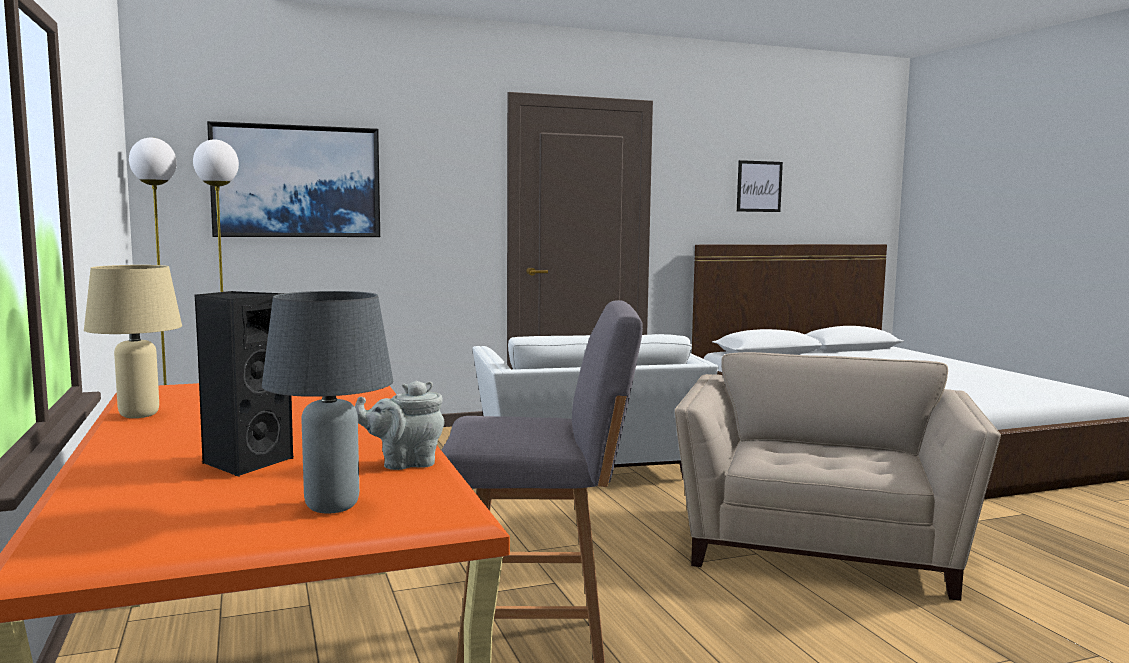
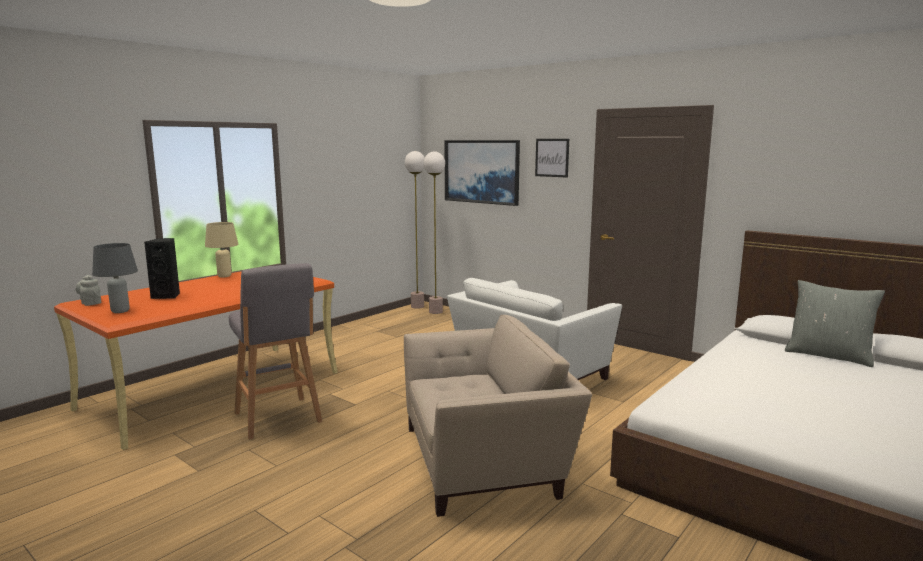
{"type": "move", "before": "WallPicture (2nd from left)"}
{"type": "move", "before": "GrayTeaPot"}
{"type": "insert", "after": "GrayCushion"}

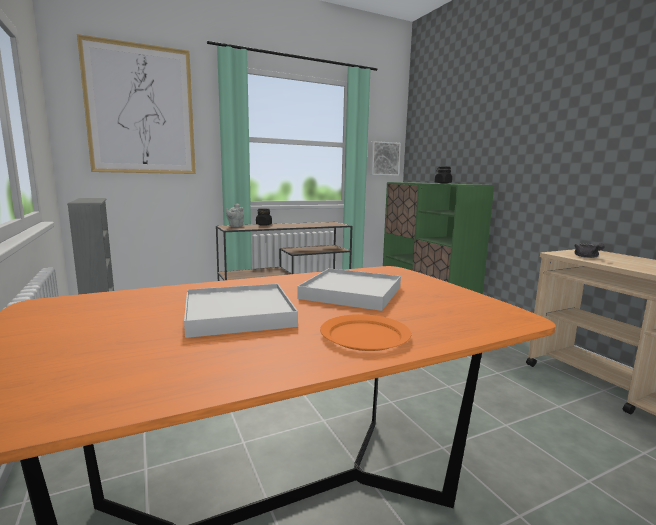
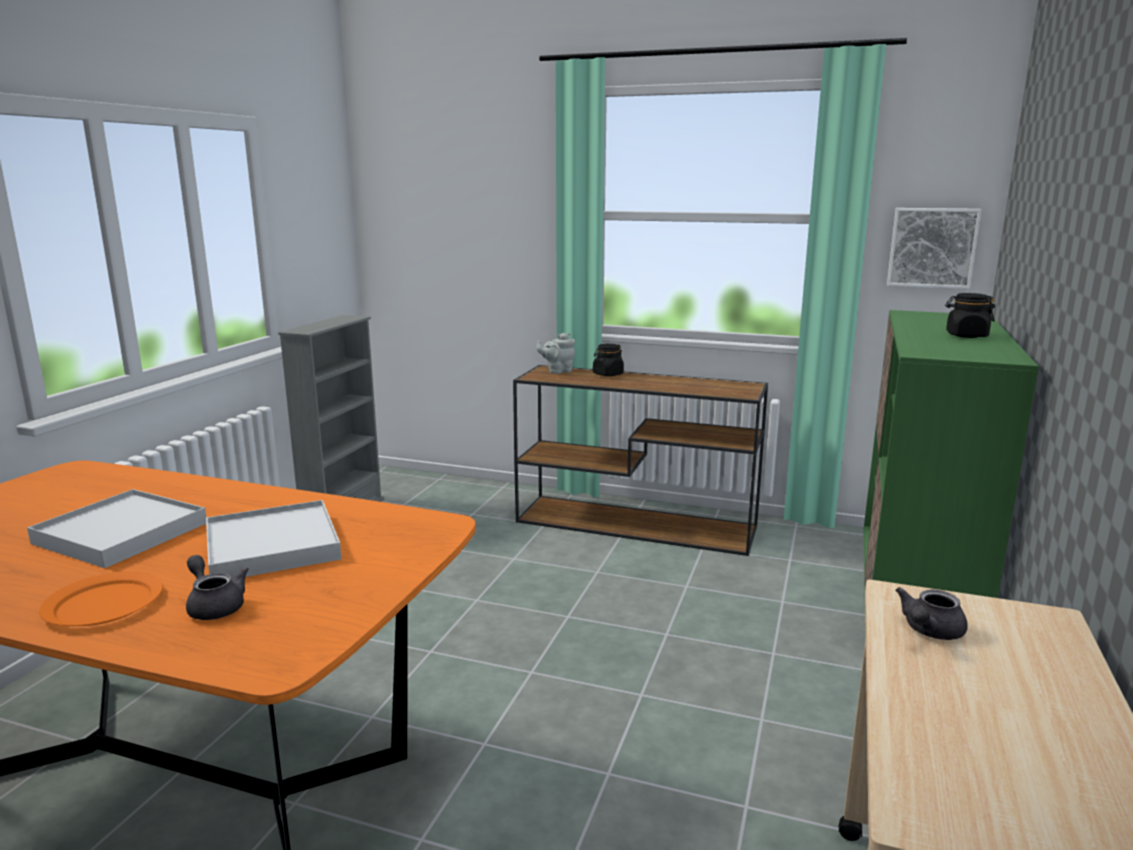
{"type": "delete", "before": "WallPicture (1st from left)"}
{"type": "insert", "after": "GrayTeaPot (1st from left)"}

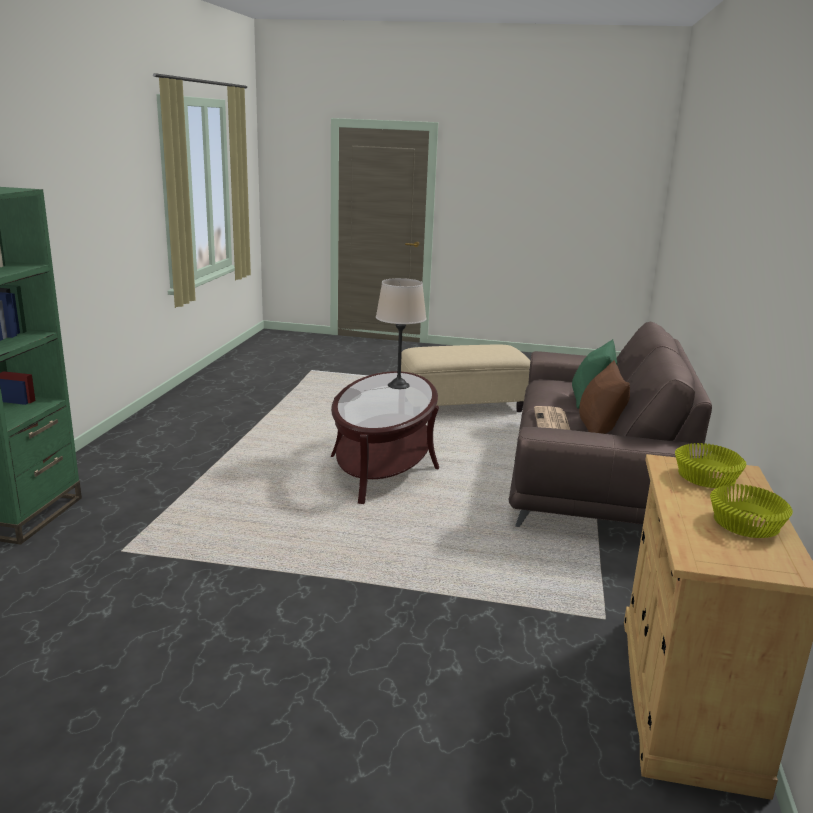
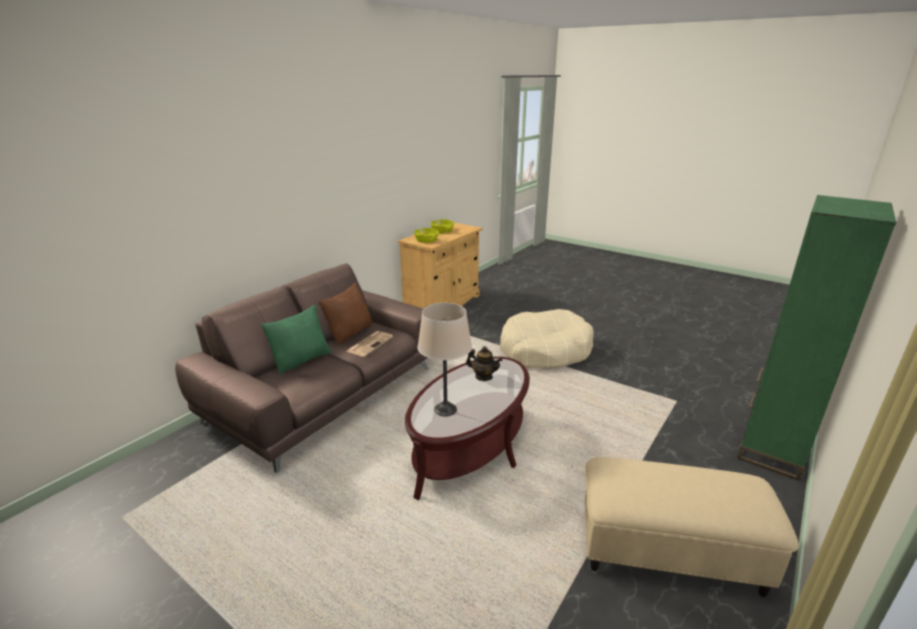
{"type": "move", "before": "BeigeColouredFootrest"}
{"type": "insert", "after": "BeigeColouredDogCushion"}
{"type": "insert", "after": "TeaPot"}

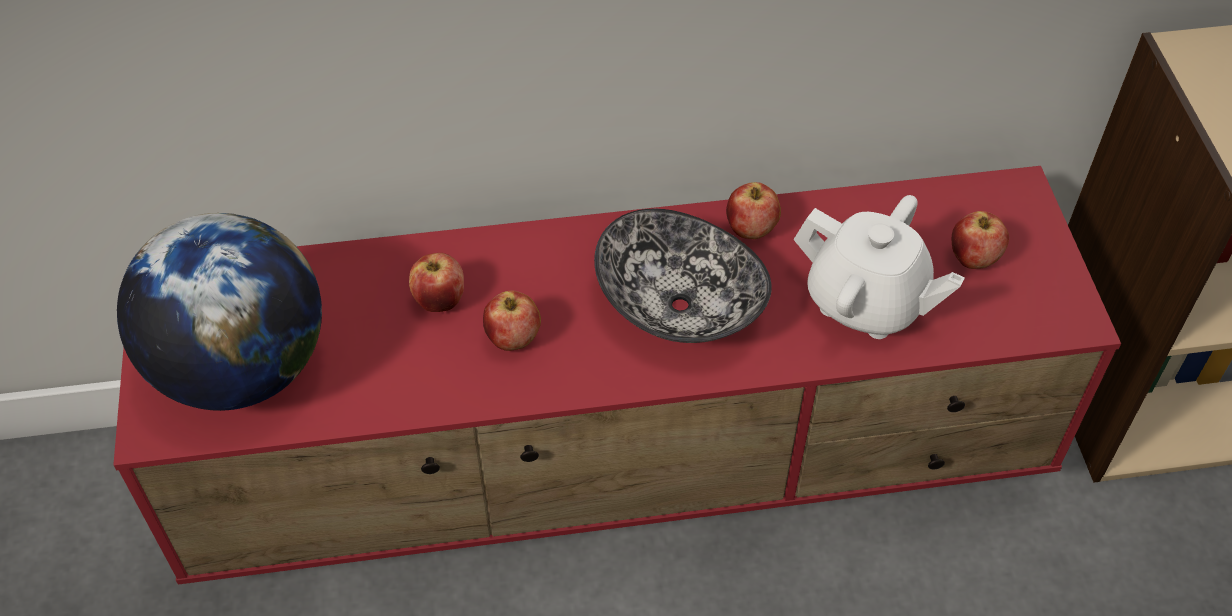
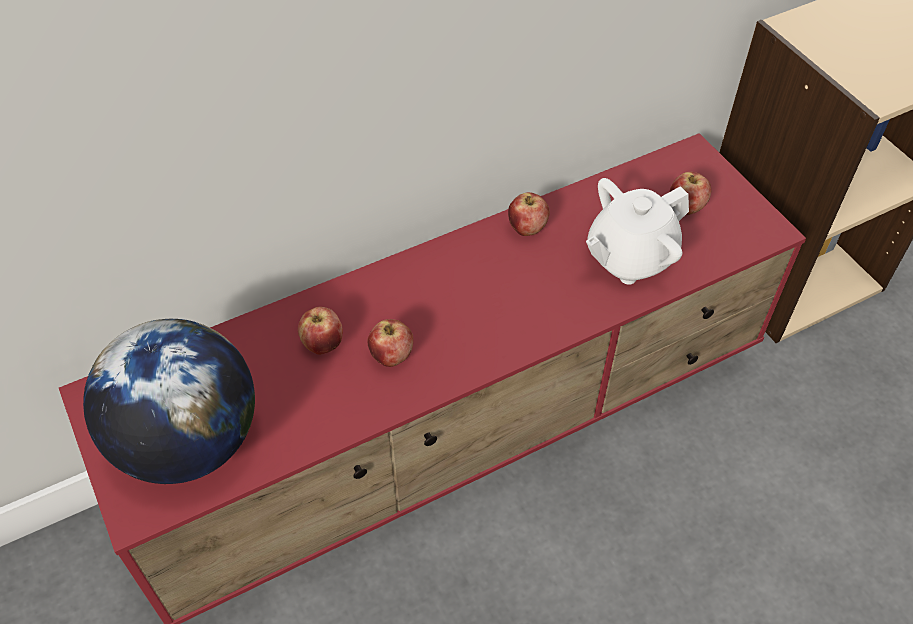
{"type": "rotate", "before": "WhiteTeaPot", "turn": 135}
{"type": "delete", "before": "DeepDish"}

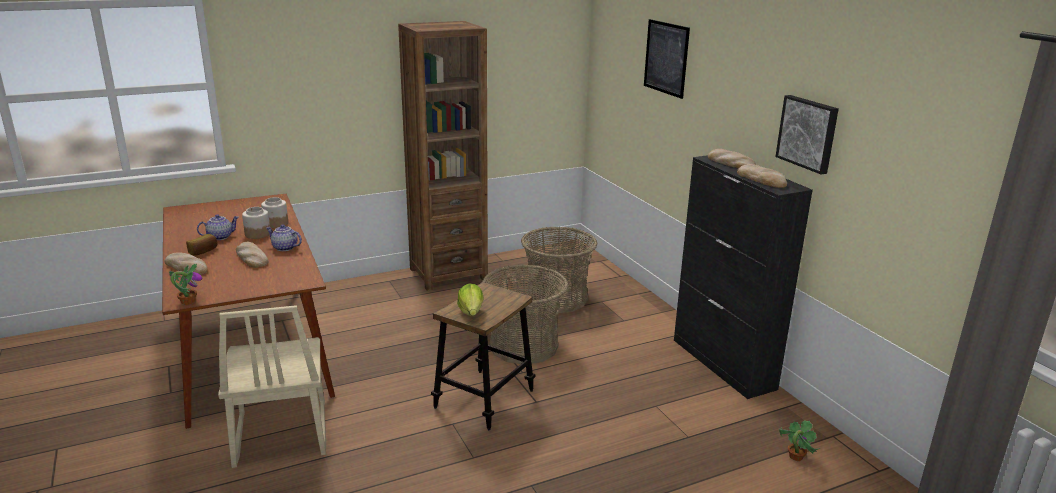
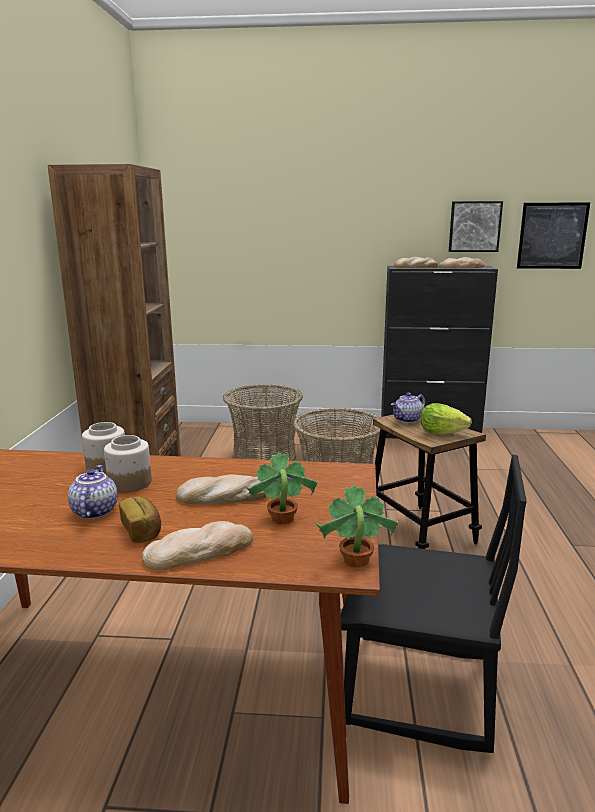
{"type": "move", "before": "WallPicture (1st from left in the first image)", "after": "WallPicture (2nd from left)"}
{"type": "move", "before": "TeaPot (2nd from left)"}
{"type": "recolor", "before": "BeigeColouredUprightChair", "after": "BlackUprightChair"}
{"type": "move", "before": "PlantInAPot (2nd from left in the first image)", "after": "PlantInAPot (1st from left)"}

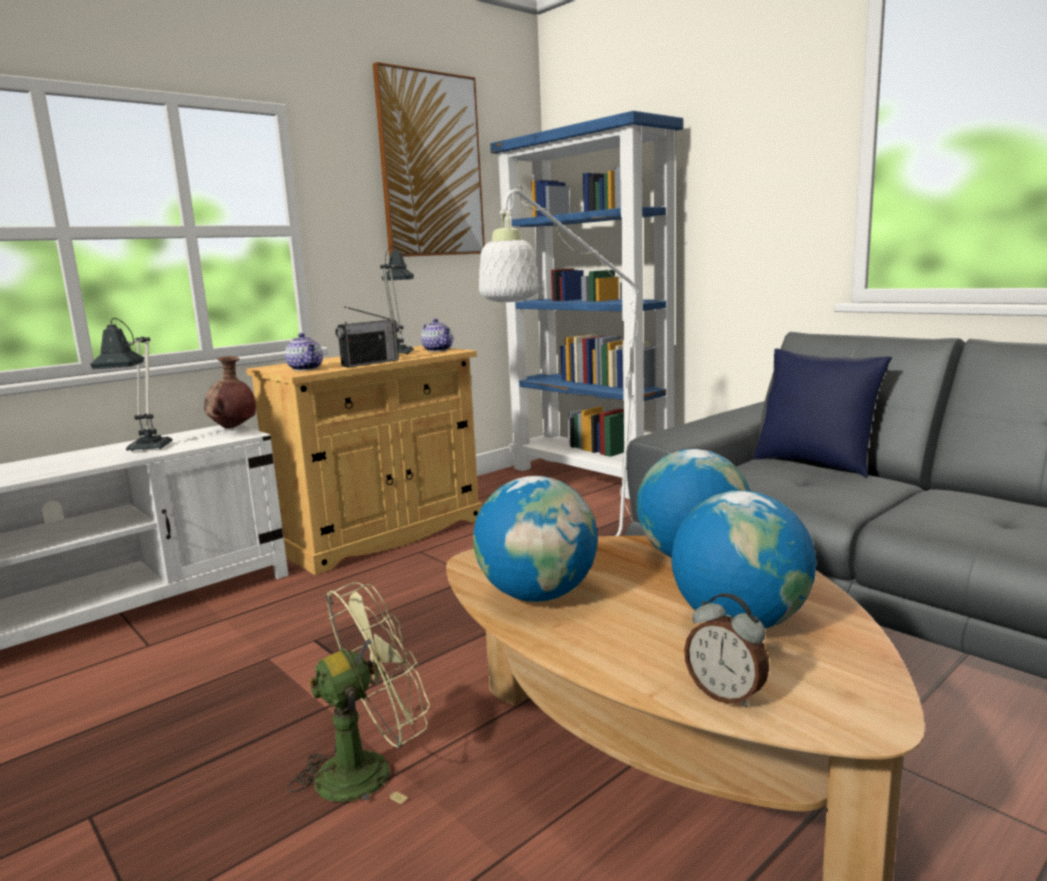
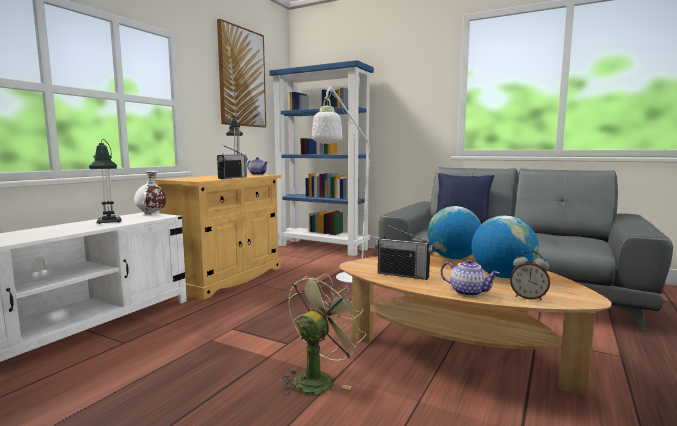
{"type": "move", "before": "TeaPot (1st from left in the first image)", "after": "TeaPot (2nd from left)"}
{"type": "recolor", "before": "BrownVase", "after": "WhiteVase"}
{"type": "replace", "before": "Globe (1st from left)", "after": "RadioReceiver (2nd from left)"}

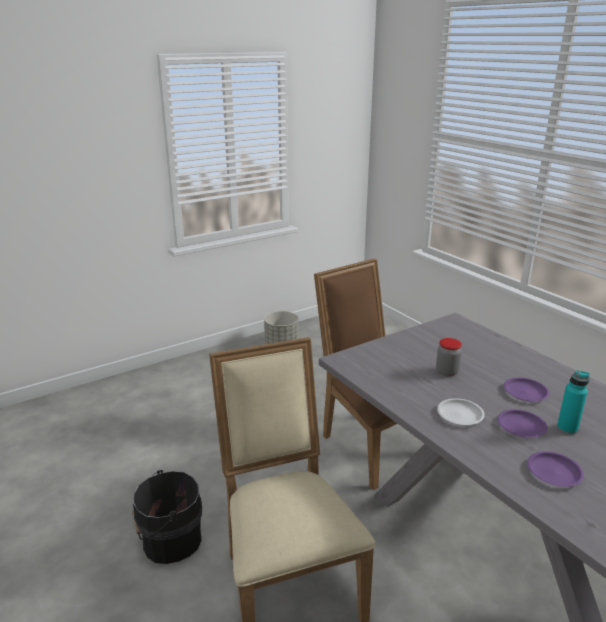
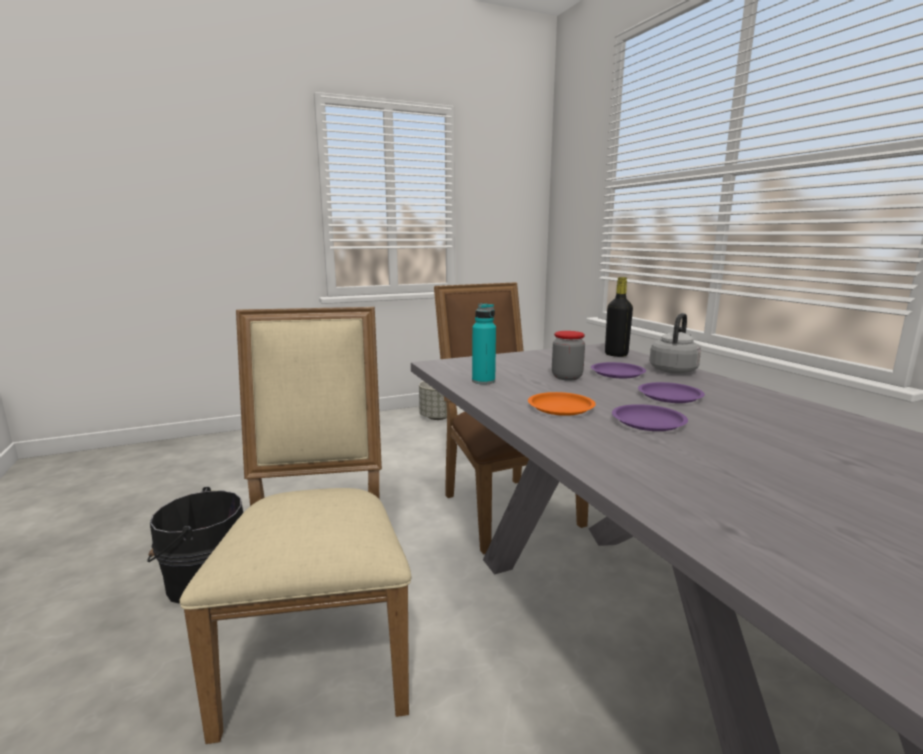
{"type": "move", "before": "TurquoiseColouredBottle"}
{"type": "recolor", "before": "WhitePlate", "after": "OrangePlate"}
{"type": "move", "before": "PurpleColouredPlate (3rd from left in the first image)", "after": "PurpleColouredPlate (1st from left)"}
{"type": "insert", "after": "BlackBottle"}
{"type": "insert", "after": "GrayWaterKettle"}

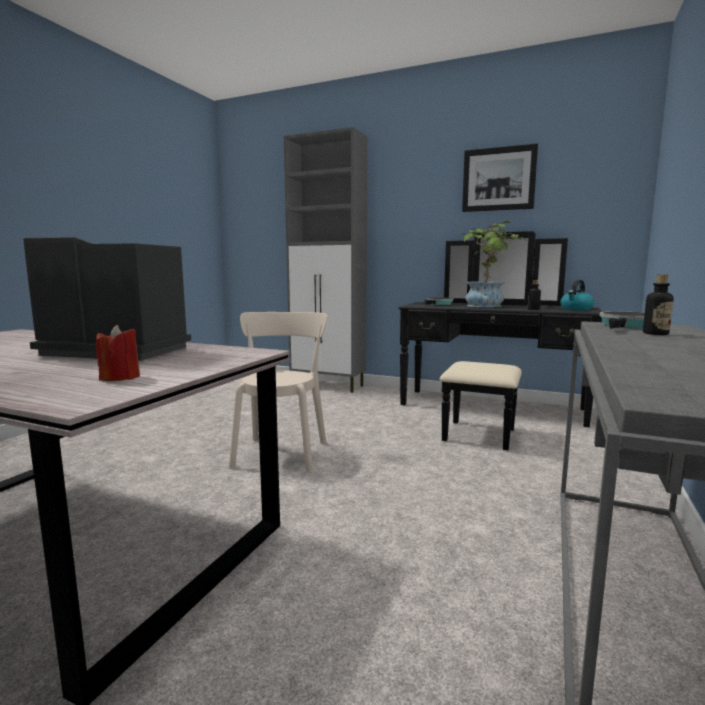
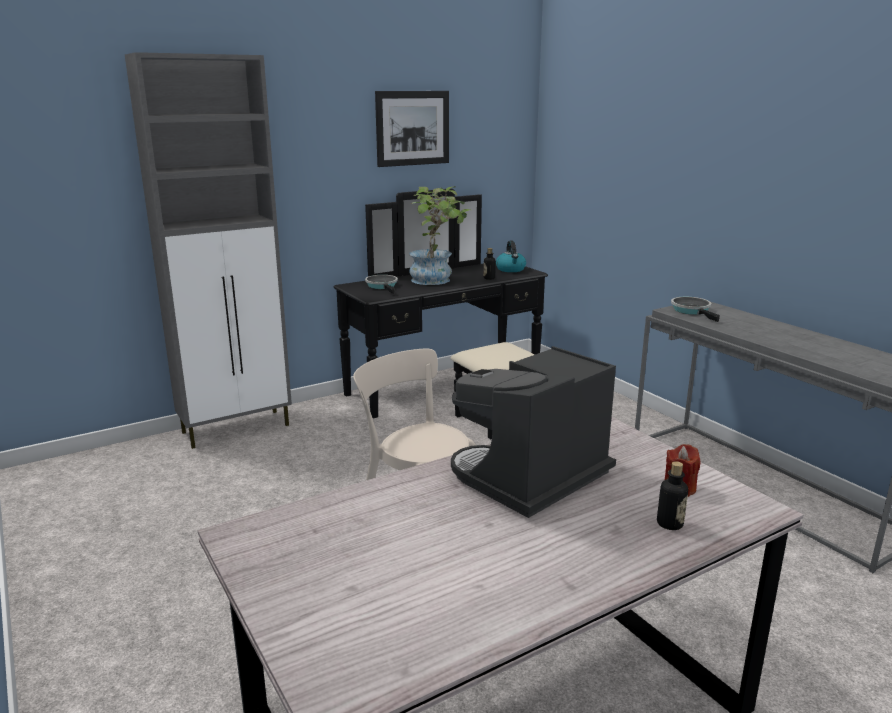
{"type": "move", "before": "Bottle (2nd from left)"}

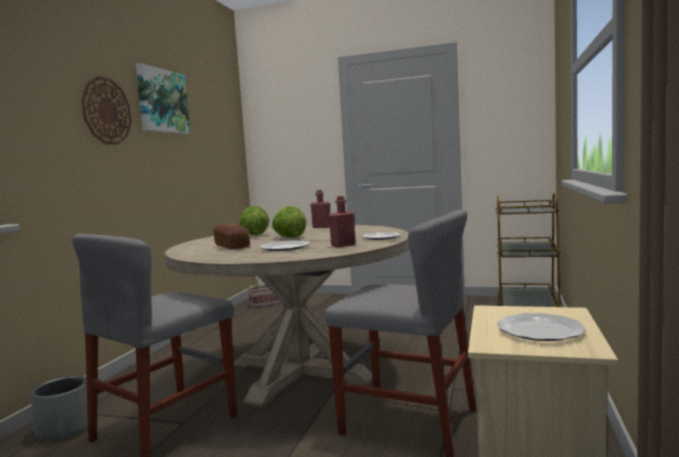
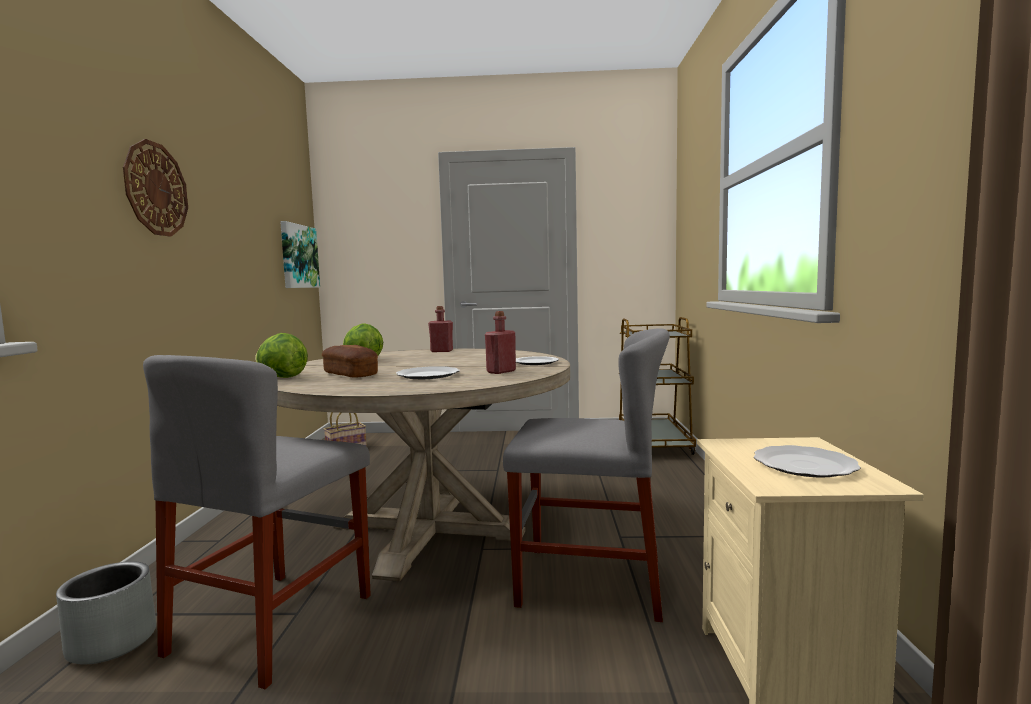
{"type": "move", "before": "WallPicture"}
{"type": "move", "before": "LettuceHead (2nd from left in the first image)", "after": "LettuceHead (1st from left)"}

